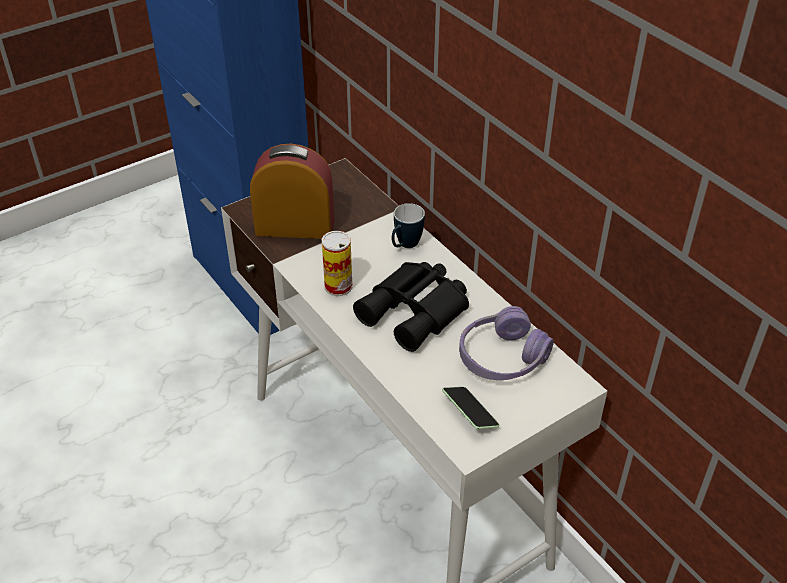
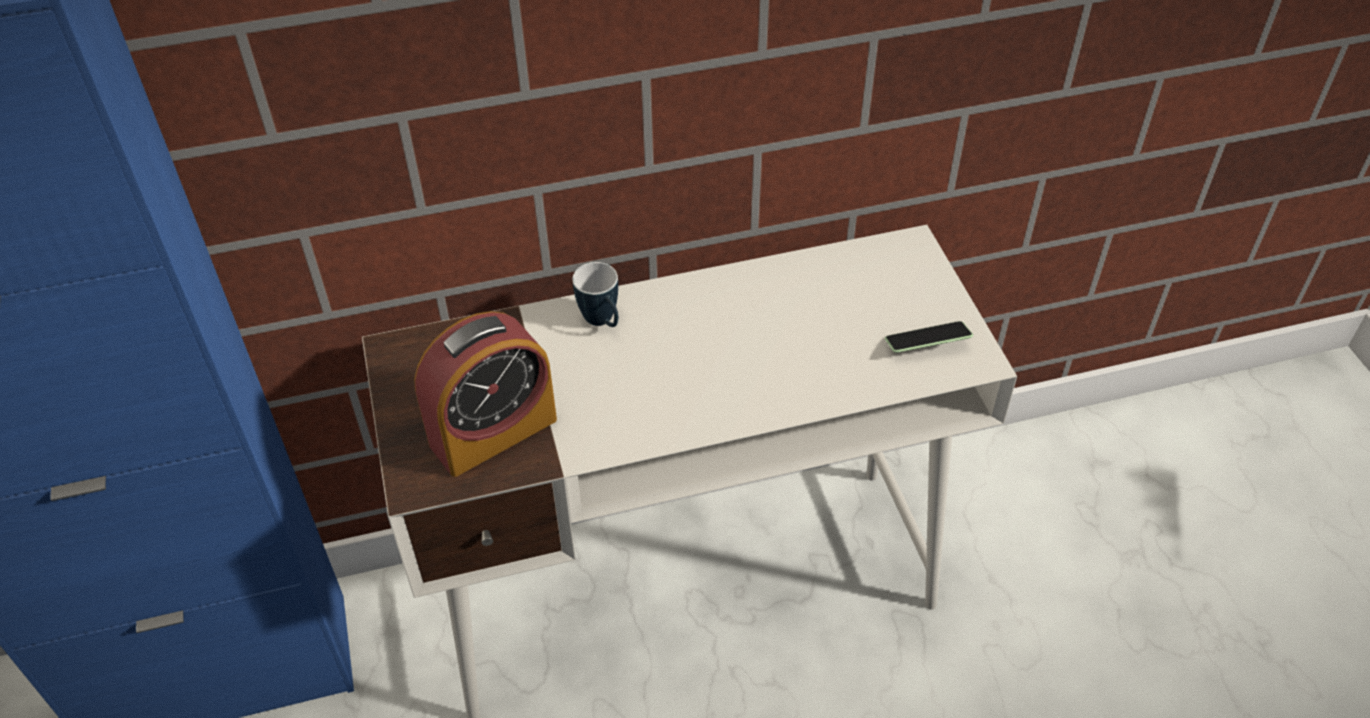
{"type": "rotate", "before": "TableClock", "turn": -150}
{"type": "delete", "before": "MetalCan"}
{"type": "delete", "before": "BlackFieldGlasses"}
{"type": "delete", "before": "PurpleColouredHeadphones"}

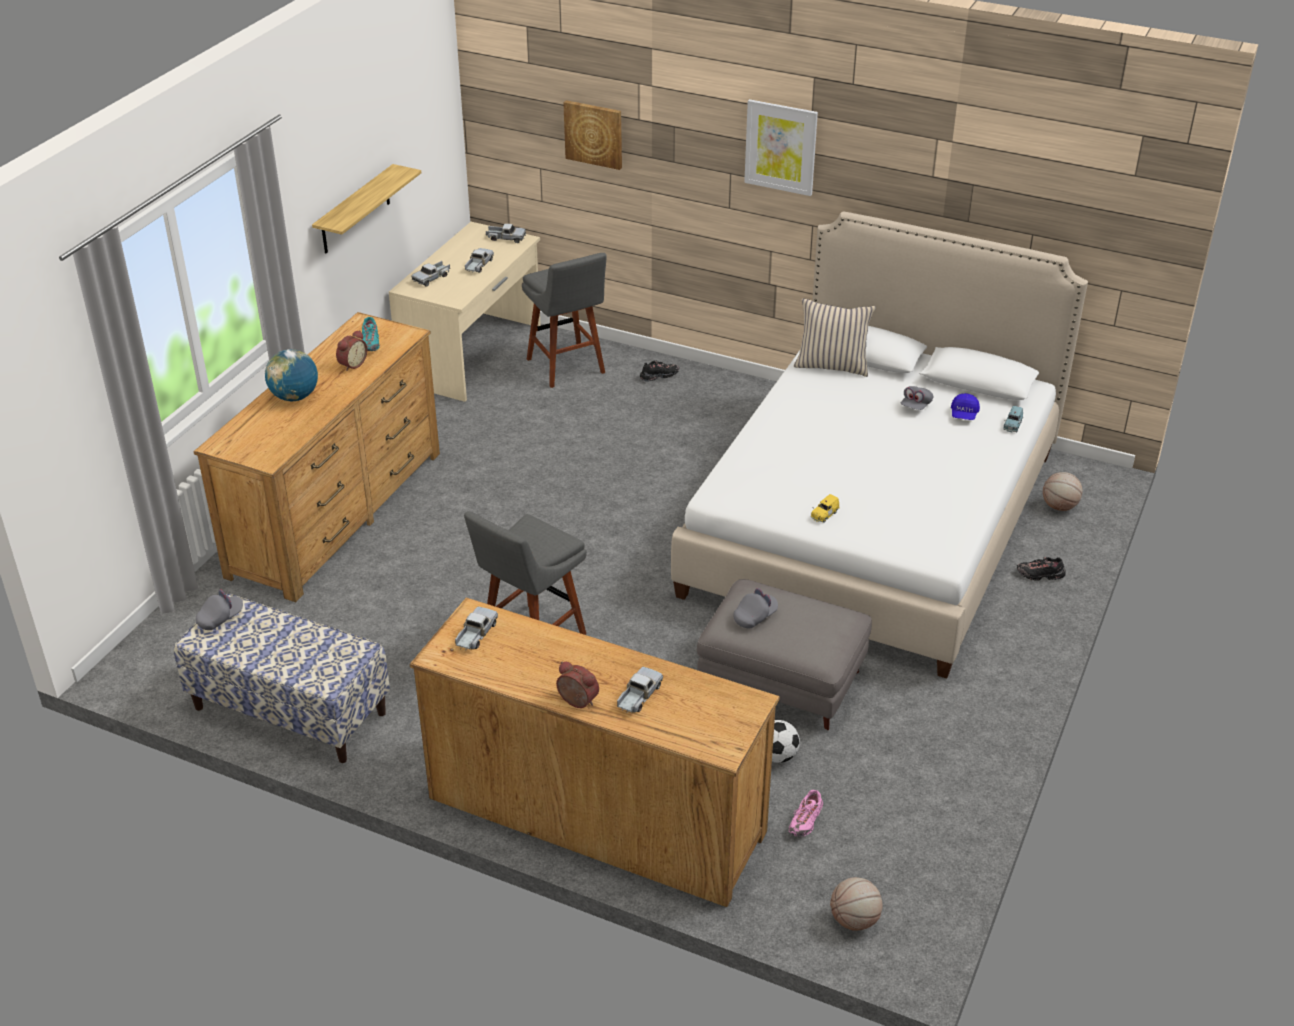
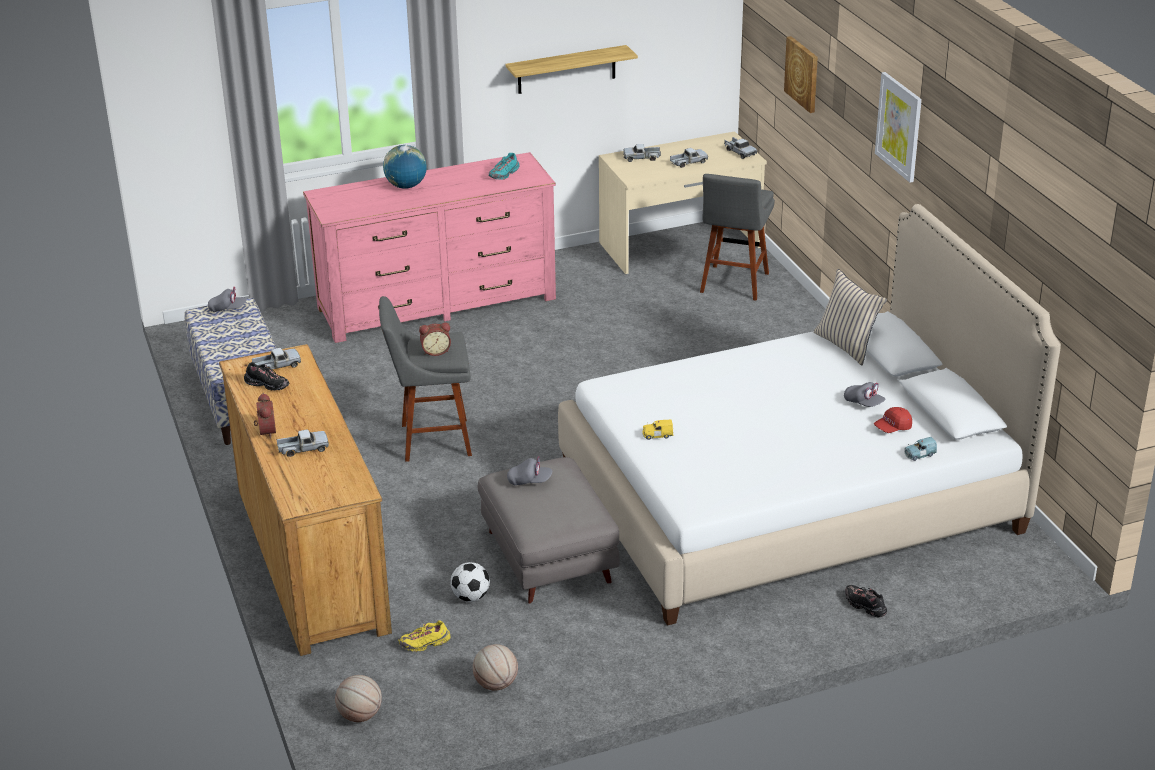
{"type": "recolor", "before": "BrownDresser (1st from left)", "after": "PinkishDresser"}
{"type": "move", "before": "TableClock (1st from left in the first image)", "after": "TableClock (2nd from left)"}
{"type": "move", "before": "BlackShoe (1st from left)"}
{"type": "rotate", "before": "GrayCap (3rd from left)", "turn": -120}
{"type": "recolor", "before": "BluishCap", "after": "ReddishCap"}
{"type": "move", "before": "BasketballBall (2nd from left)"}
{"type": "recolor", "before": "PinkishShoe", "after": "YellowishShoe"}

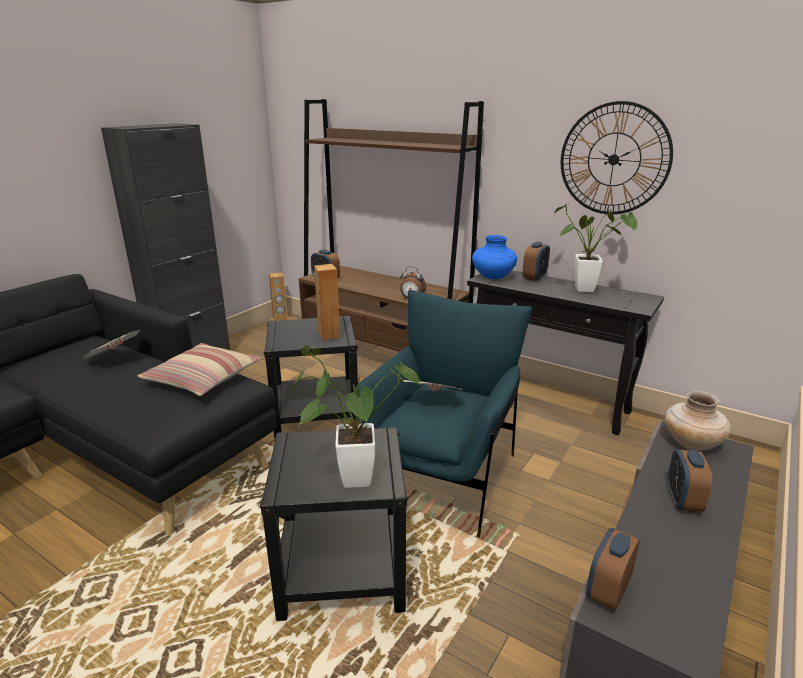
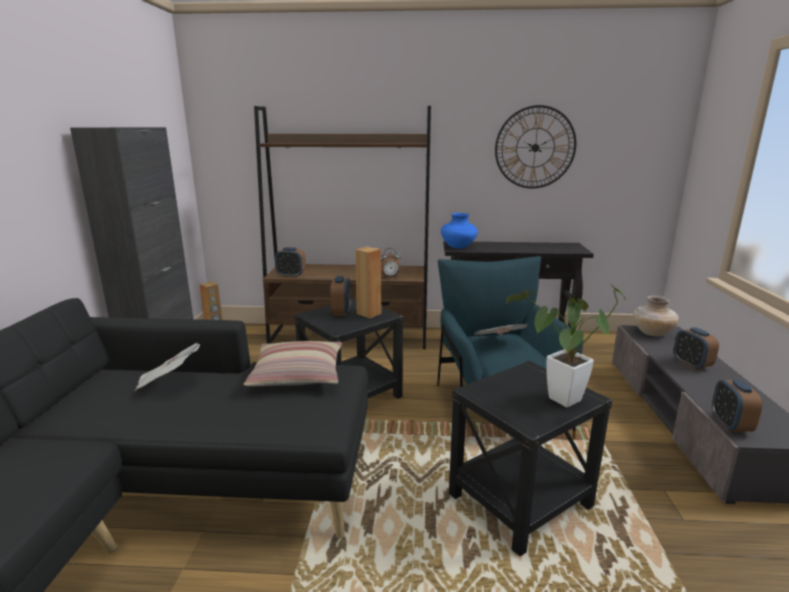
{"type": "delete", "before": "PlantInAPot (2nd from left)"}
{"type": "move", "before": "TableClock (3rd from left in the first image)", "after": "TableClock (2nd from left)"}

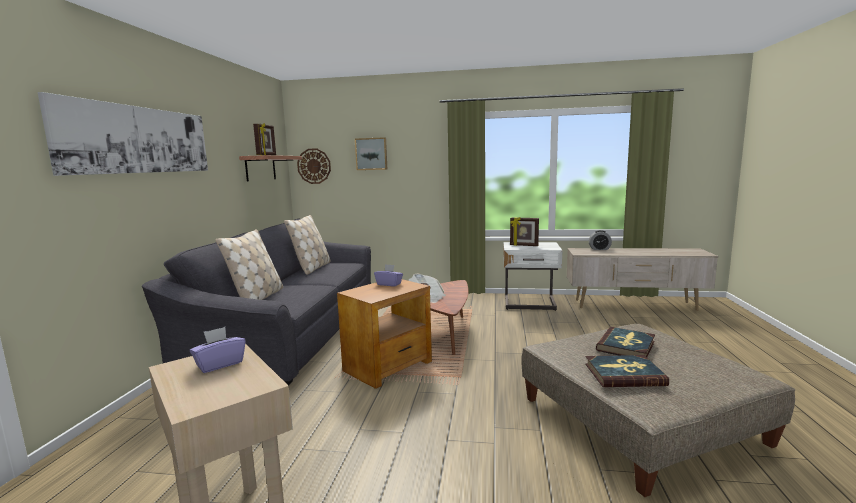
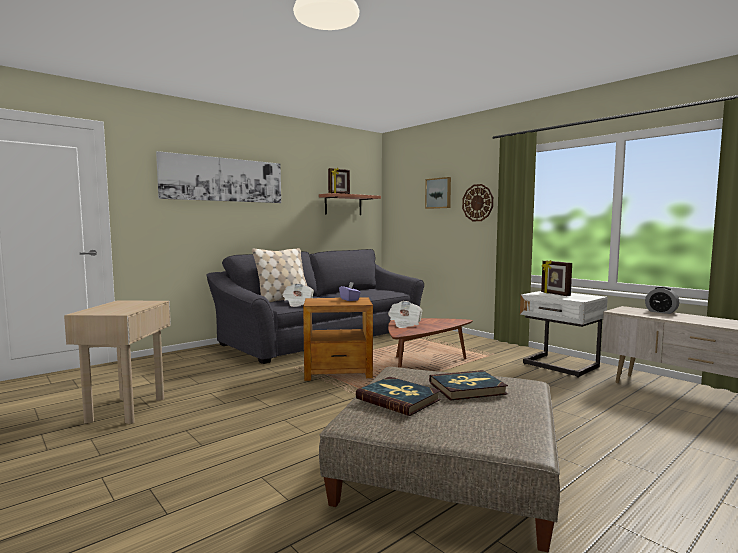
{"type": "move", "before": "WallClock"}
{"type": "delete", "before": "BeigeColouredCushion (2nd from left)"}
{"type": "delete", "before": "PurpleColouredTissueHolder (1st from left)"}
{"type": "insert", "after": "Newspaper (1st from left)"}

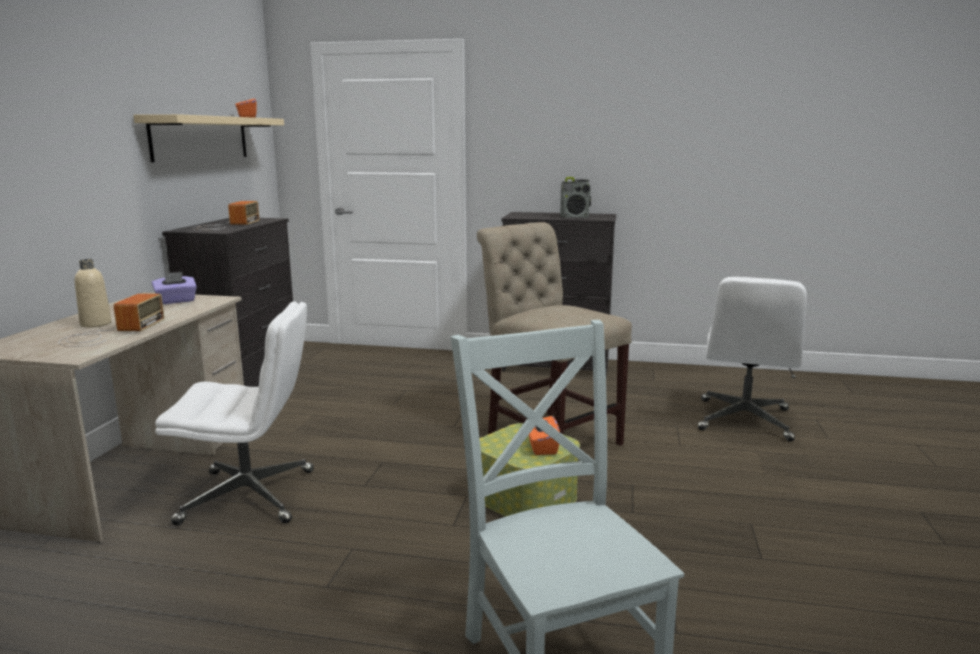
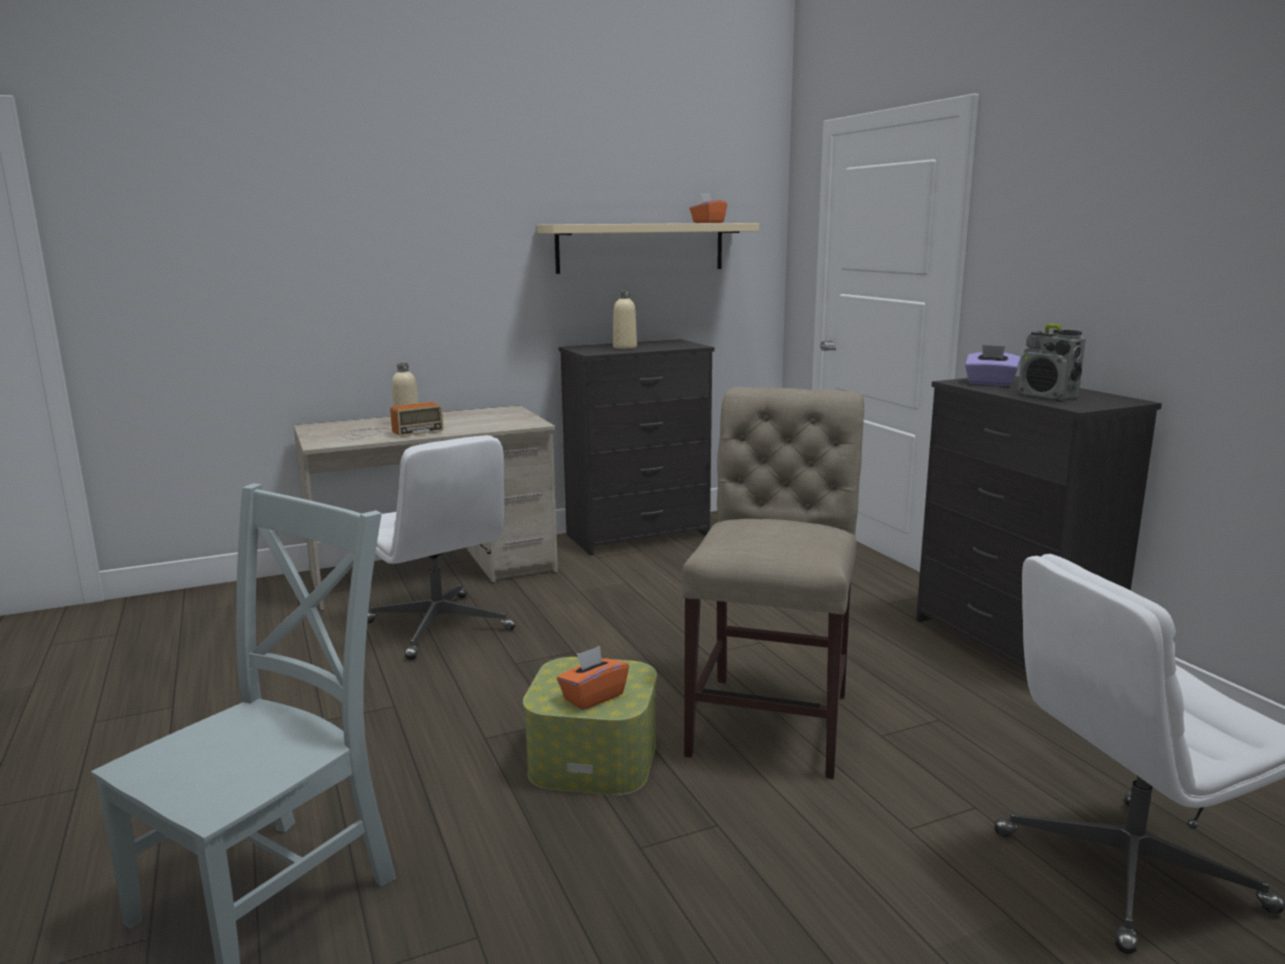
{"type": "replace", "before": "RadioReceiver (2nd from left)", "after": "BeigeColouredBottle (2nd from left)"}
{"type": "move", "before": "PurpleColouredTissueHolder"}

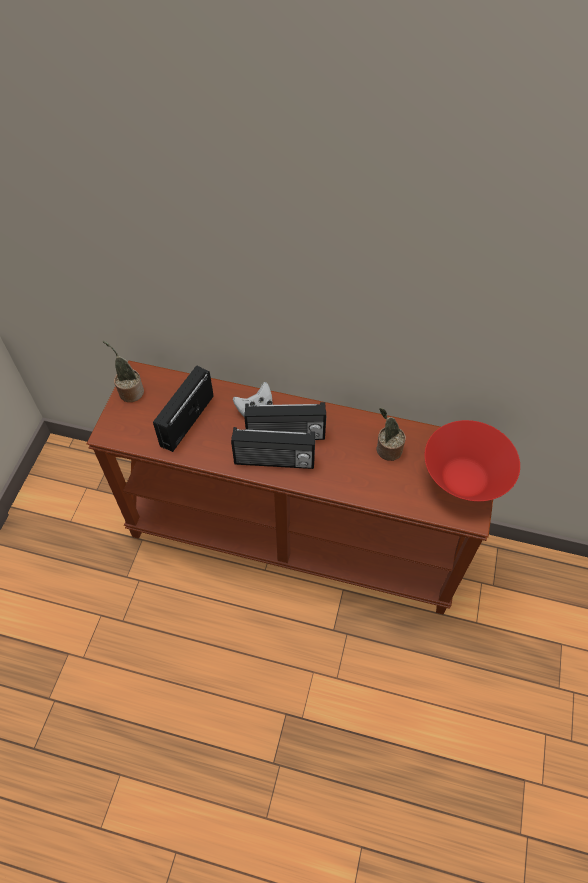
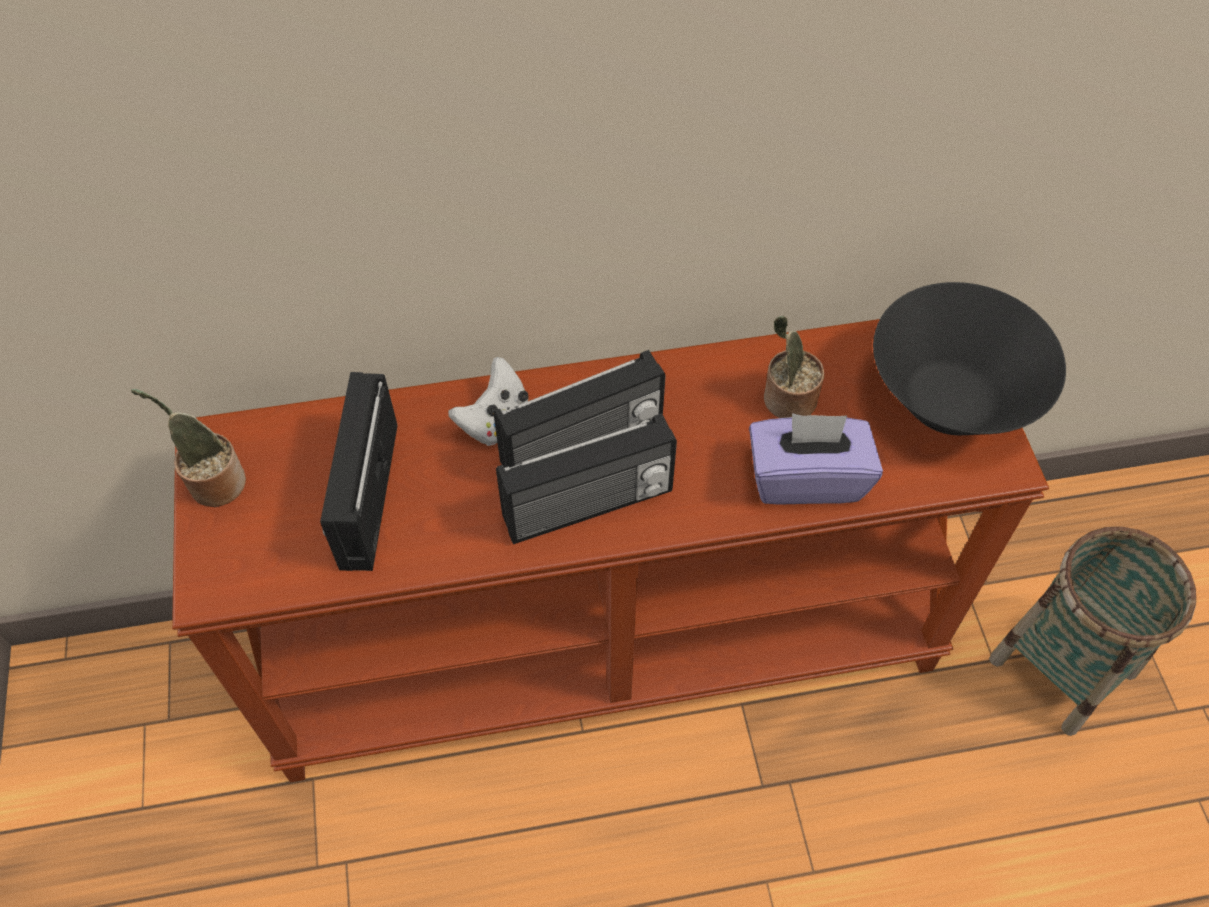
{"type": "recolor", "before": "ReddishDeepDish", "after": "BlackDeepDish"}
{"type": "insert", "after": "PurpleColouredTissueHolder"}
{"type": "insert", "after": "Basket"}

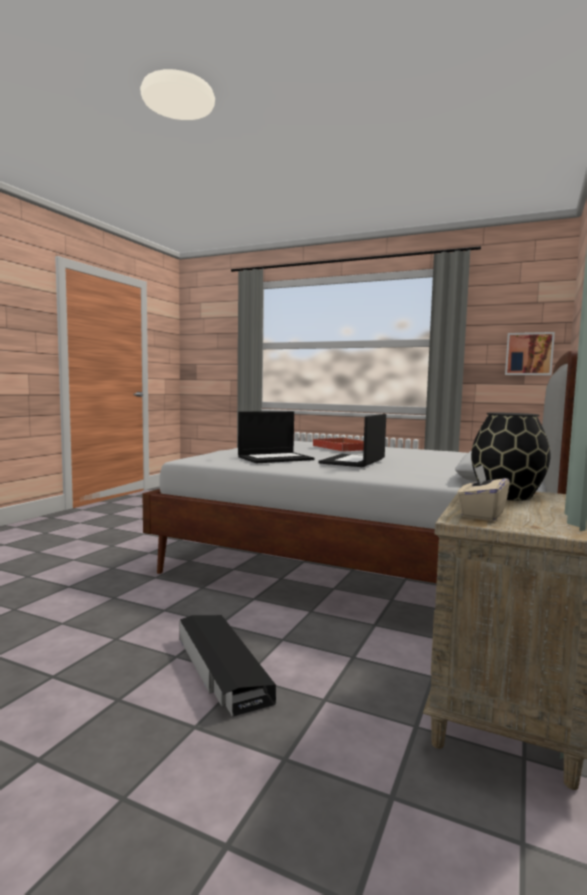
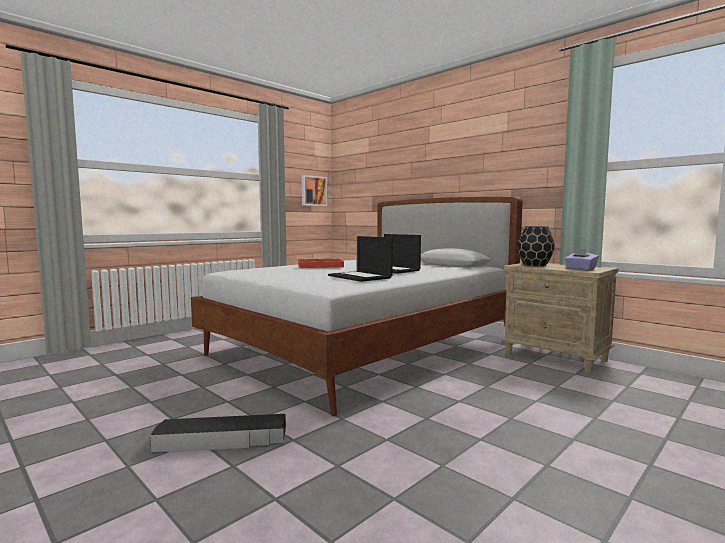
{"type": "rotate", "before": "NotebookComputer (1st from left)", "turn": 150}
{"type": "recolor", "before": "BeigeColouredTissueHolder", "after": "PurpleColouredTissueHolder"}
{"type": "move", "before": "BlackStorageBox"}

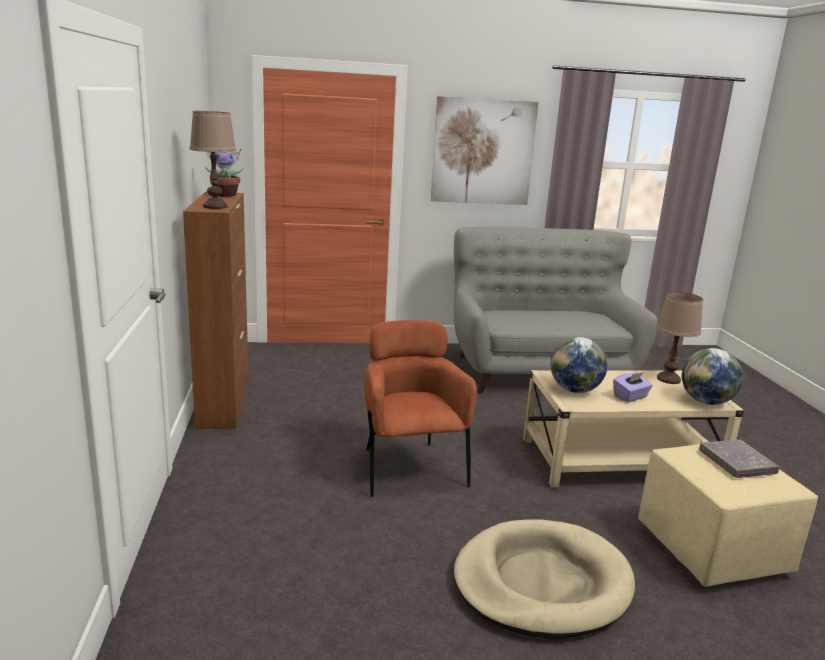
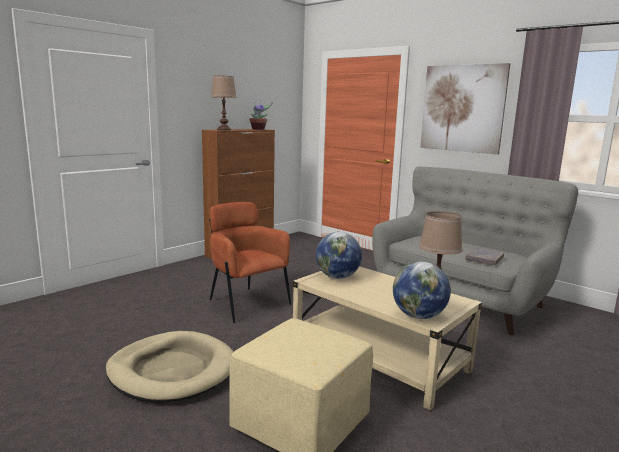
{"type": "rotate", "before": "BrownEasyChair", "turn": -75}
{"type": "delete", "before": "PurpleColouredTissueHolder"}
{"type": "move", "before": "GrayBoundBook"}

